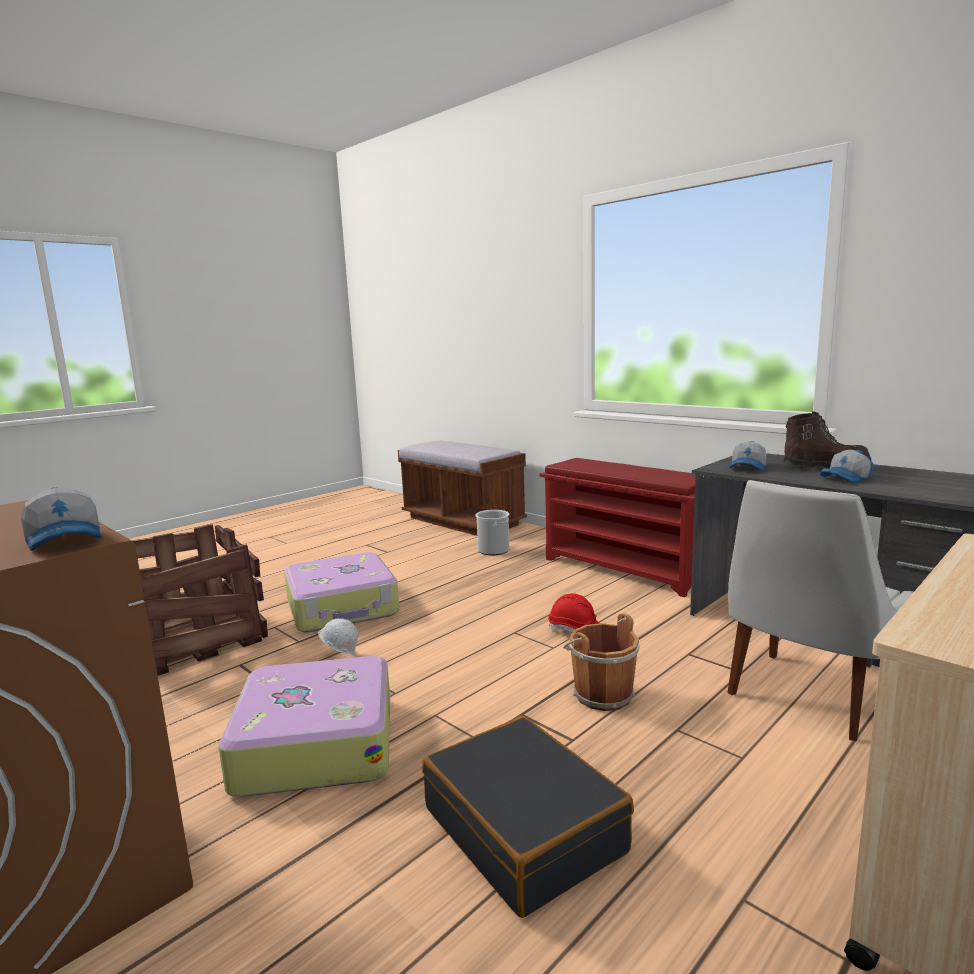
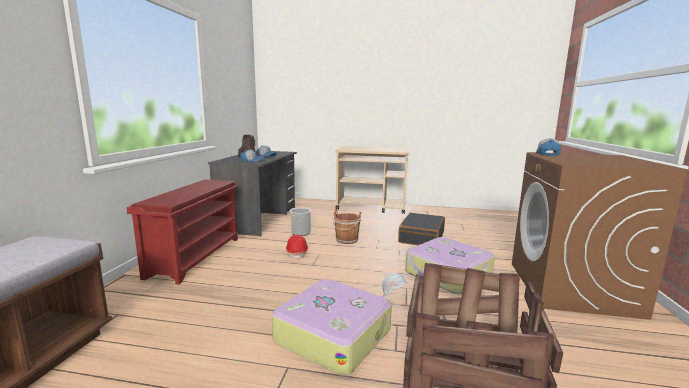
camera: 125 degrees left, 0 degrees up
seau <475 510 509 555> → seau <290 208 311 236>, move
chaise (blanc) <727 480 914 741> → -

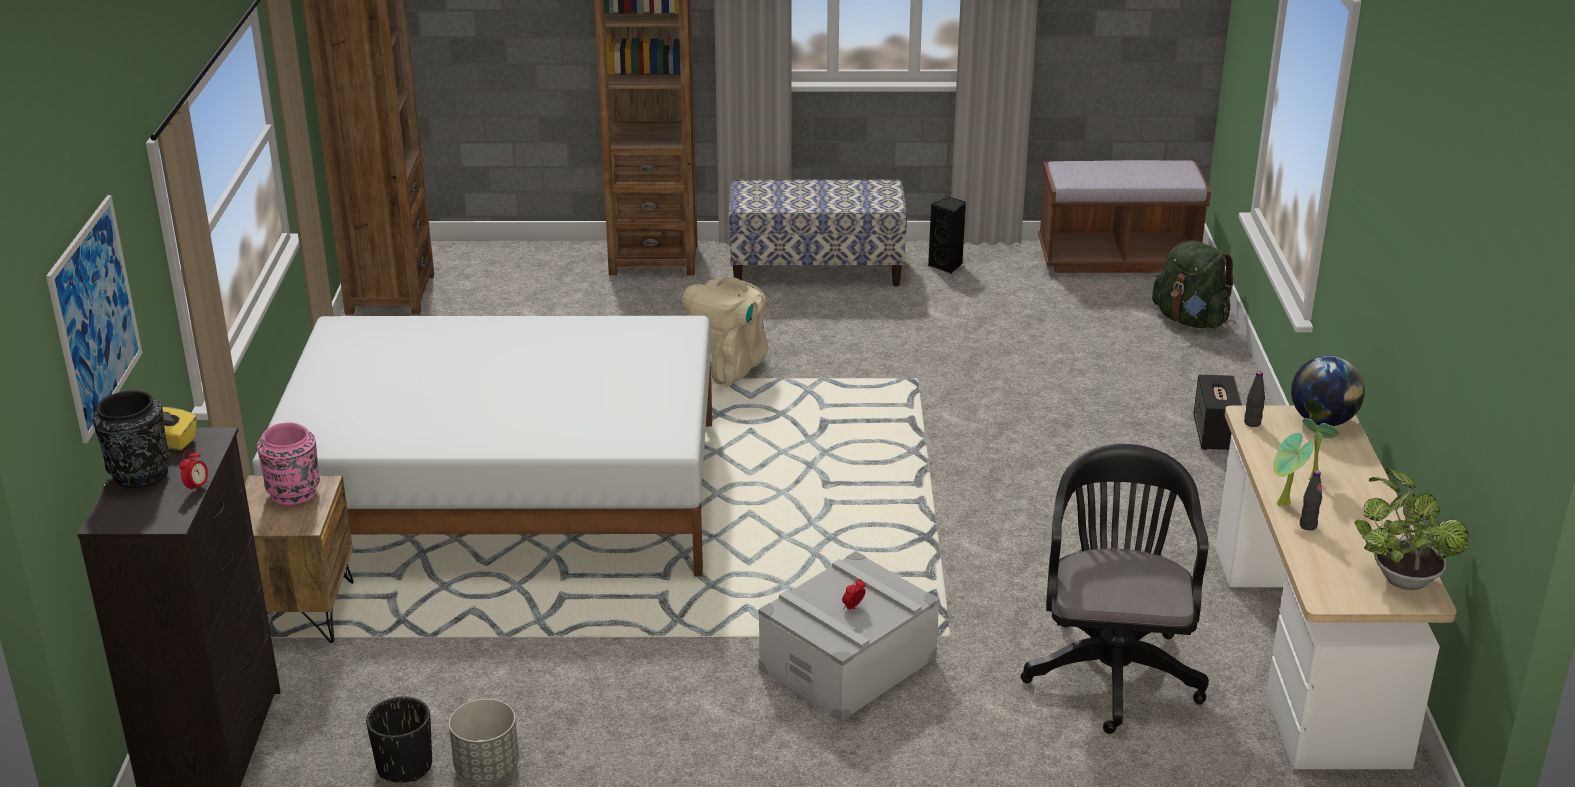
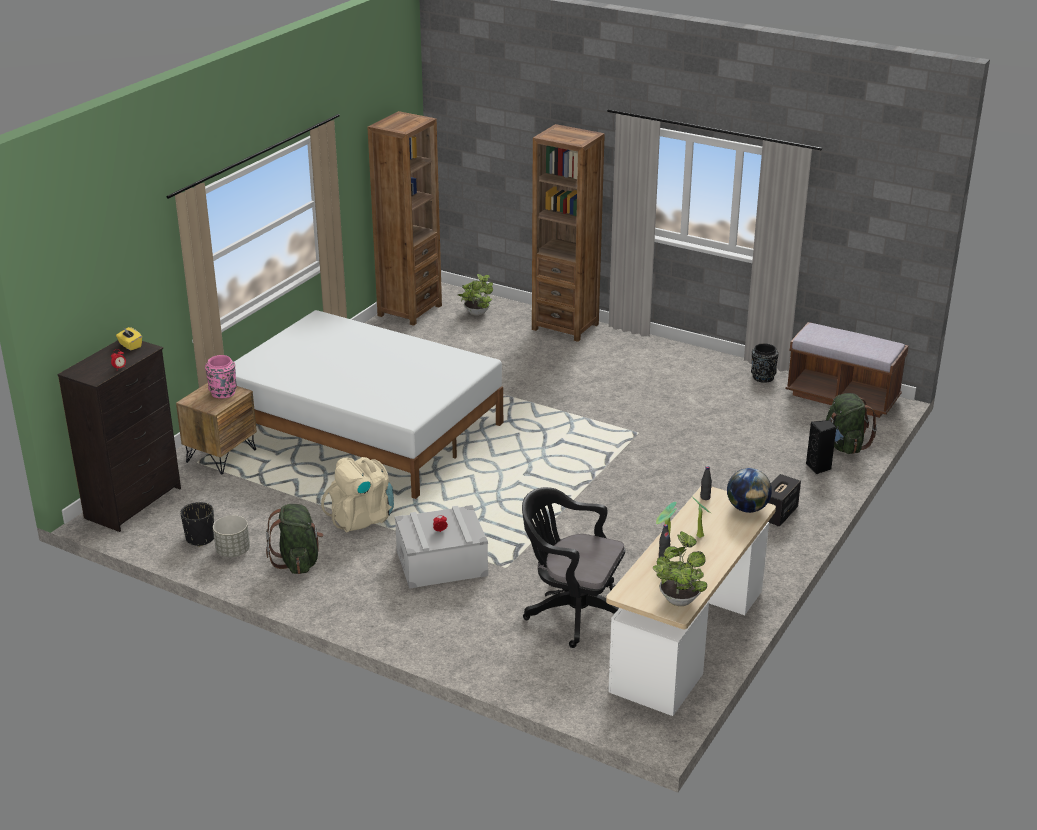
camera: 30 degrees right, 0 degrees up
- → sac à dos (vert) <266 504 323 574>
sac à dos (beige) <682 277 768 387> → sac à dos (beige) <321 457 394 532>, move
- → plante en pot <458 274 493 315>
chaise de bureau (noir) <1021 444 1209 734> → chaise de bureau (noir) <522 487 625 648>, 105 degrees counterclockwise
vase (noir) <92 390 170 488> → vase (noir) <751 343 779 383>, move
enceinte (noir) <928 197 966 274> → enceinte (noir) <806 420 836 474>, move
tableau <46 195 142 443> → -
banc <728 179 907 286> → -

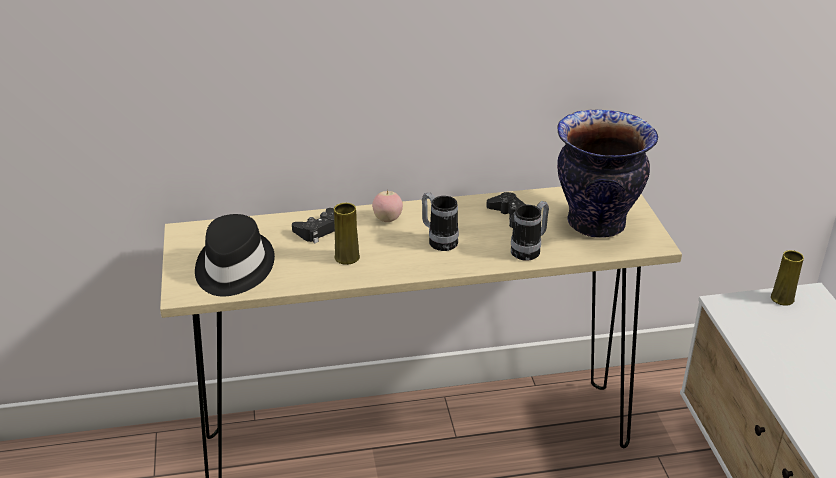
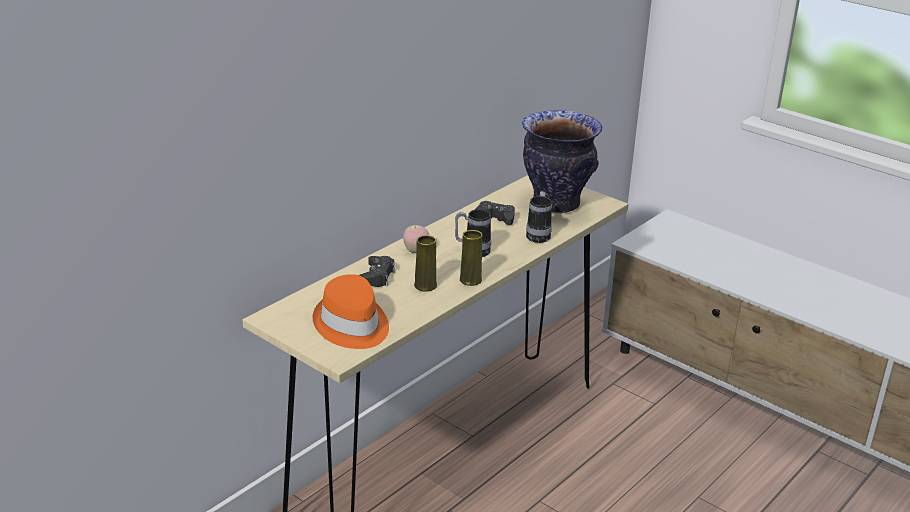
camera: 40 degrees left, 5 degrees down
chapeau (noir) <195 214 275 297> → chapeau (orange) <313 274 389 349>
vase (jaune) <771 250 804 306> → vase (jaune) <460 230 482 286>, move

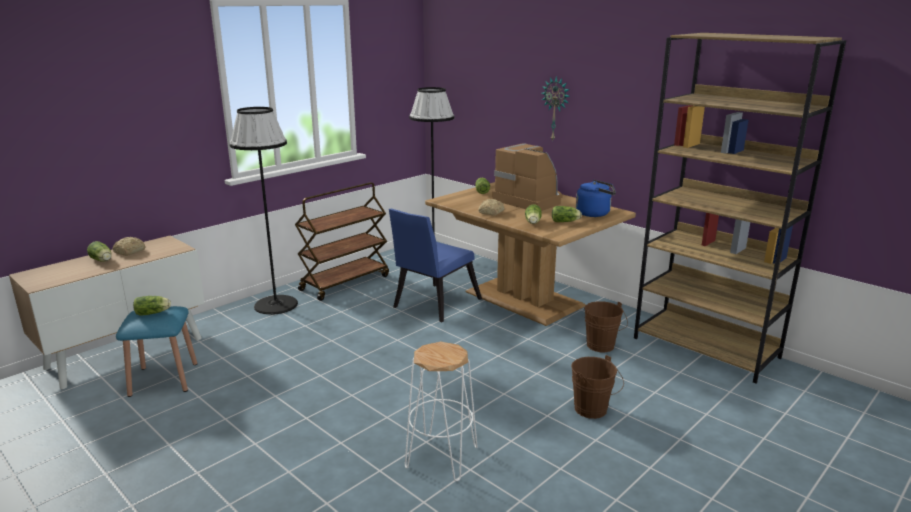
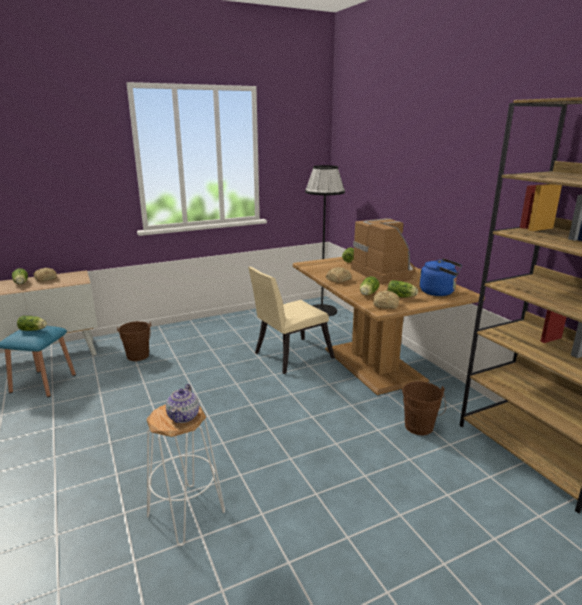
camera: 20 degrees right, 0 degrees up
seau (marron) <571 355 624 419> → seau (marron) <117 321 151 361>, move
- → théière <166 384 199 423>
chaise (bleu) <389 209 482 322> → chaise (beige) <248 267 335 374>
- → pain <373 290 399 309>
lampadaire (noir) <230 107 298 315> → -
chariot (marron) <295 182 389 301> → -
horloge murale <541 76 570 140> → -

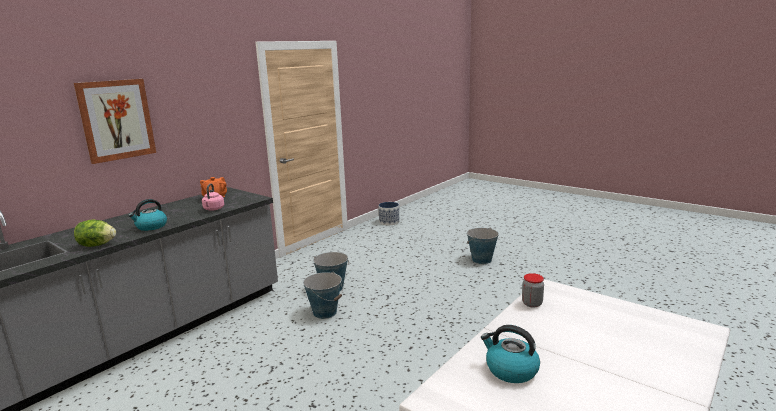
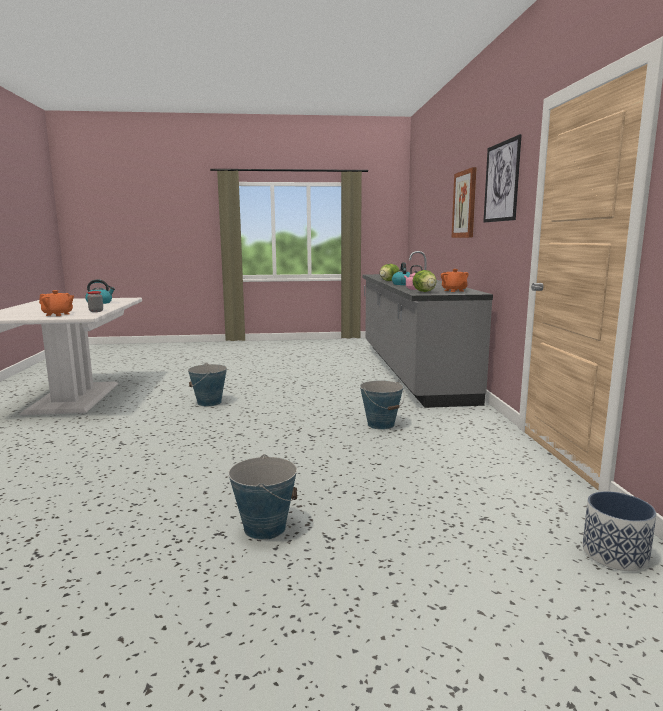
camera: 135 degrees right, 5 degrees down
- → théière (orange) <39 290 74 316>
seau <303 272 343 319> → seau <188 363 227 406>, move
- → laitue <413 270 437 292>
- → tableau <483 134 522 223>

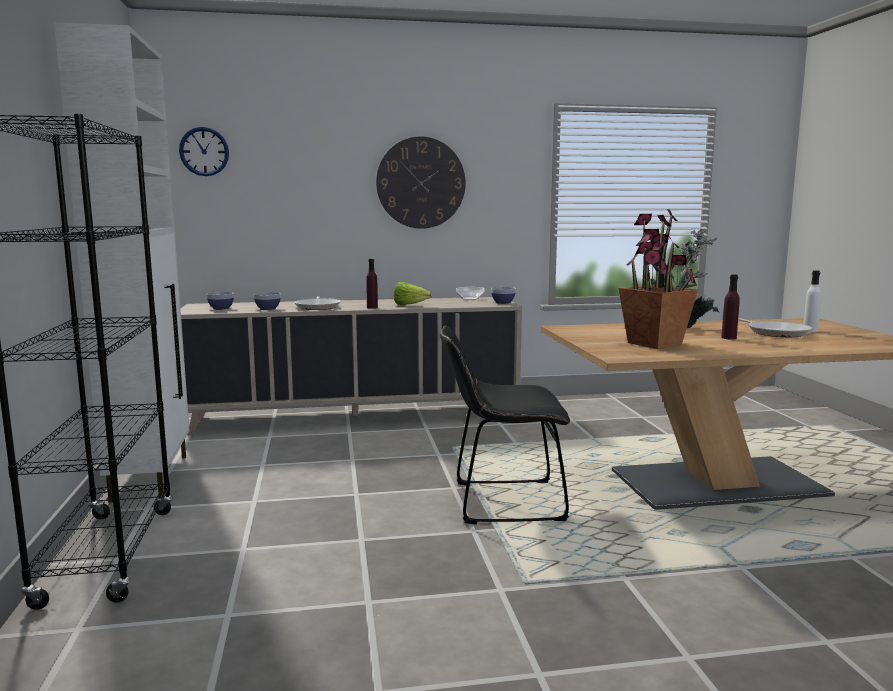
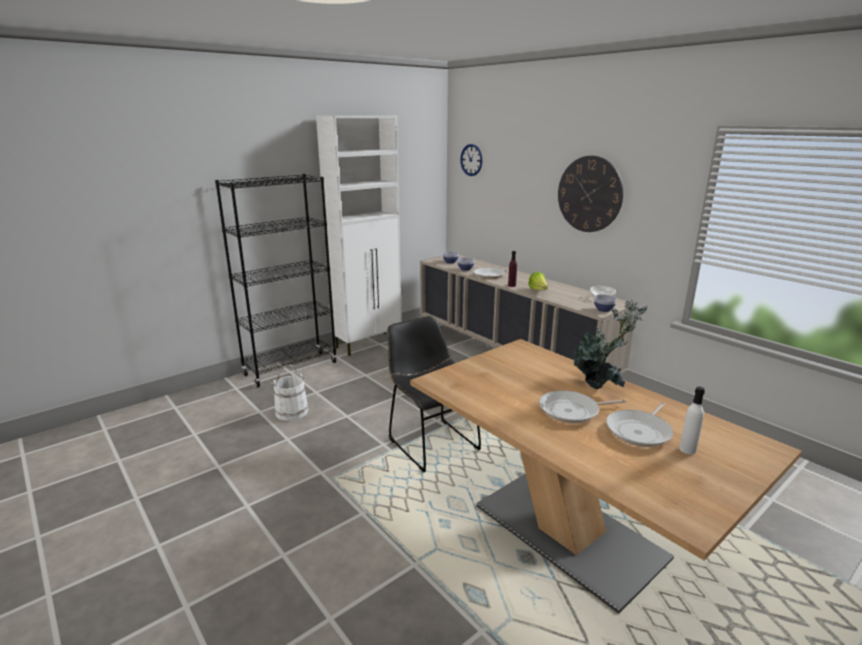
camera: 60 degrees right, 10 degrees up
- → seau (blanc) <271 365 308 421>
bouteille (violet) <722 274 740 340> → poêle <539 390 626 423>
plante en pot <619 209 698 349> → -

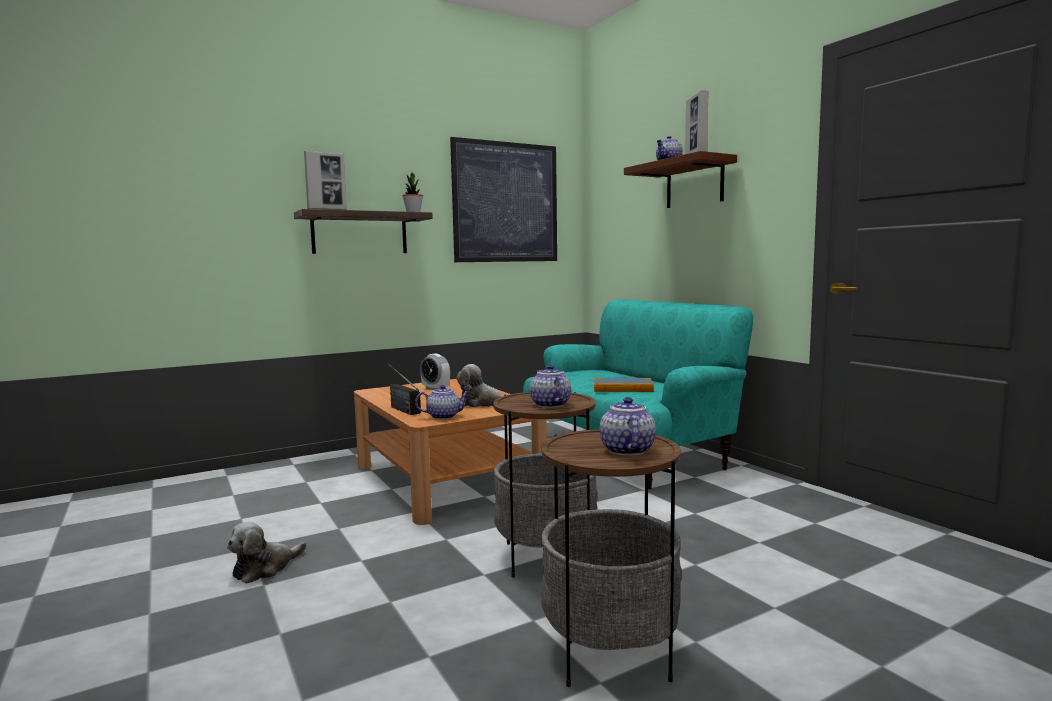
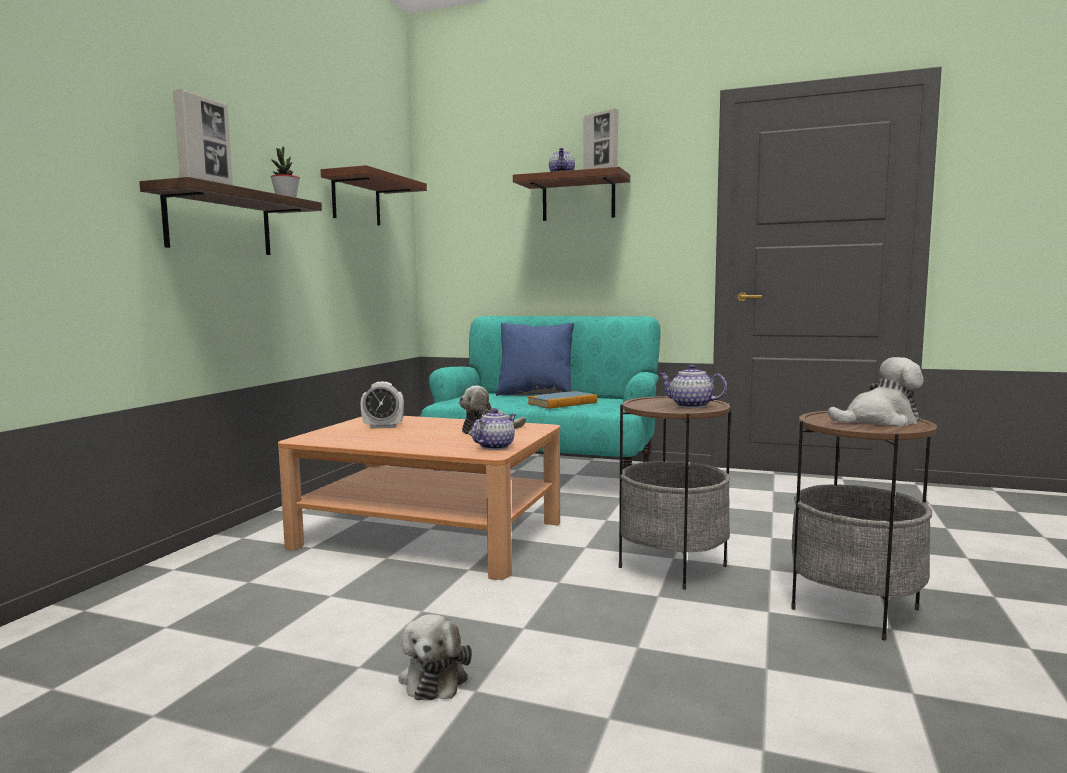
camera: 40 degrees left, 0 degrees up
tableau <450 137 557 262> → étagère (marron) <320 165 427 226>
- → coussin (bleu) <496 323 574 396>
théière <599 397 656 456> → peluche <828 357 924 426>
radio <388 364 421 415> → -

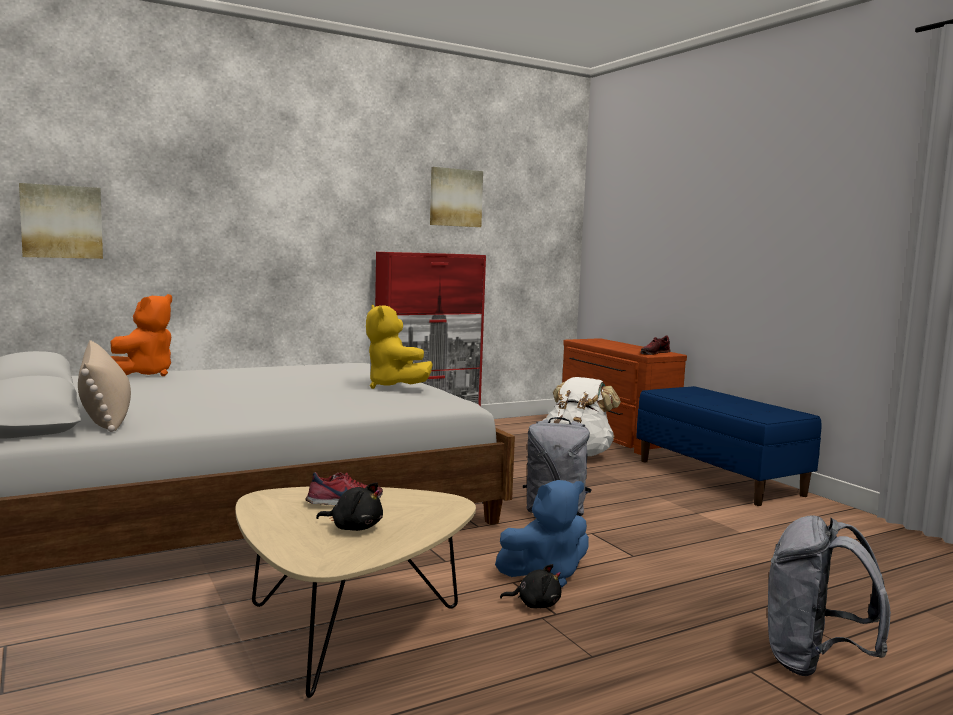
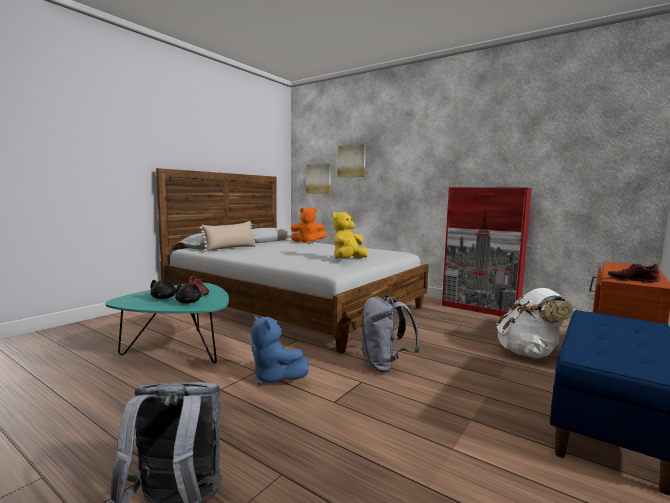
camera: 65 degrees right, 0 degrees up
table basse (beige) <235 486 476 698> → table basse (turquoise) <106 283 229 364>
peluche (noir) <500 564 562 608> → peluche (noir) <175 284 202 304>, move
tableau <430 167 483 227> → tableau <337 144 366 177>, move

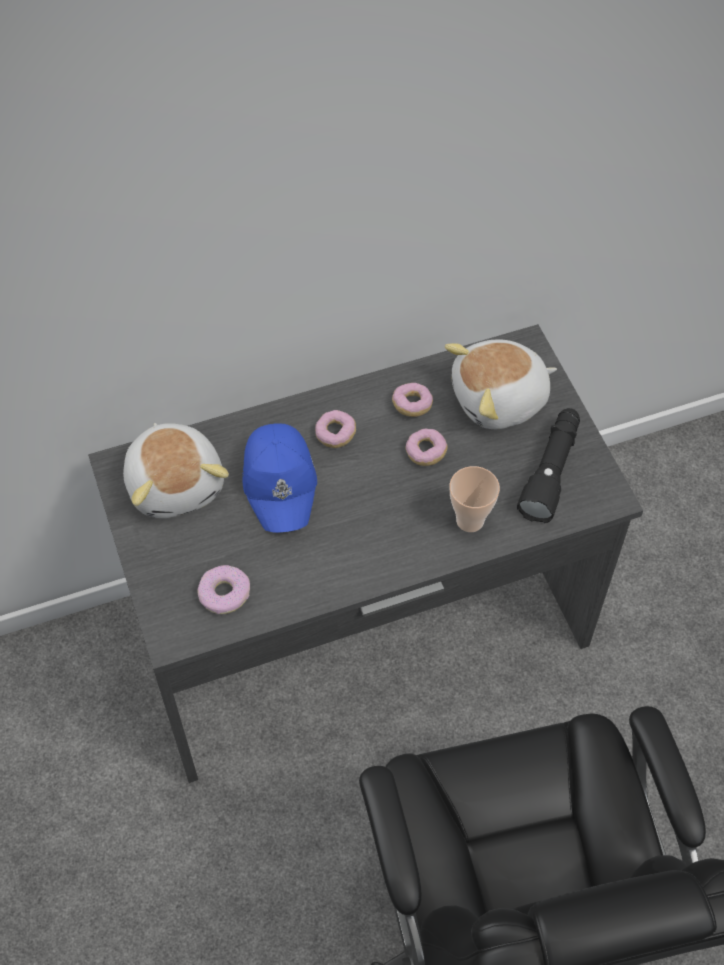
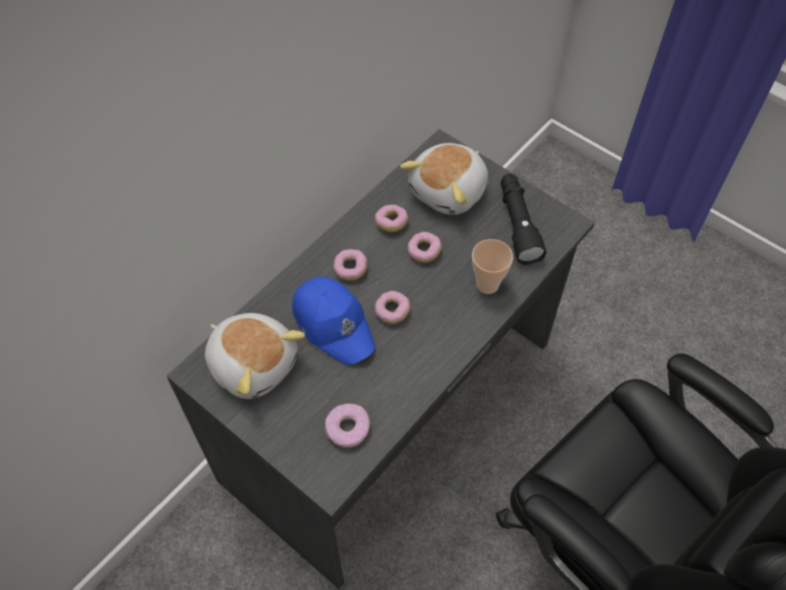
camera: 30 degrees left, 0 degrees up
- → beignet <375 291 410 324>

